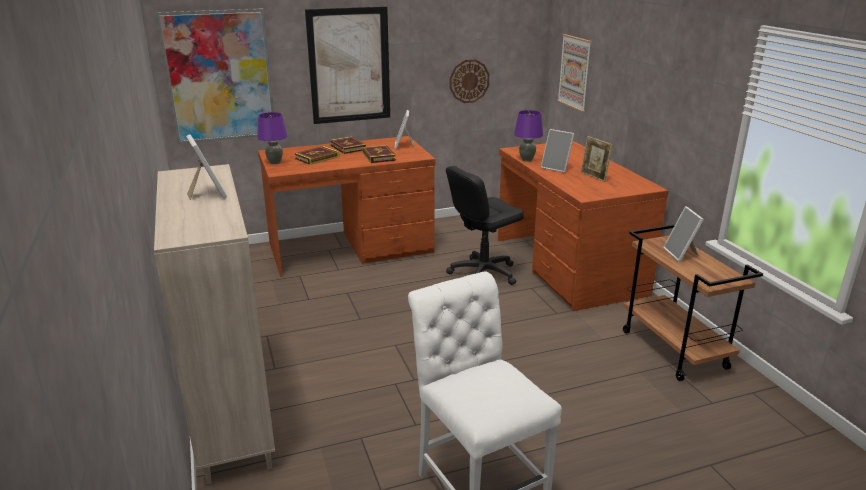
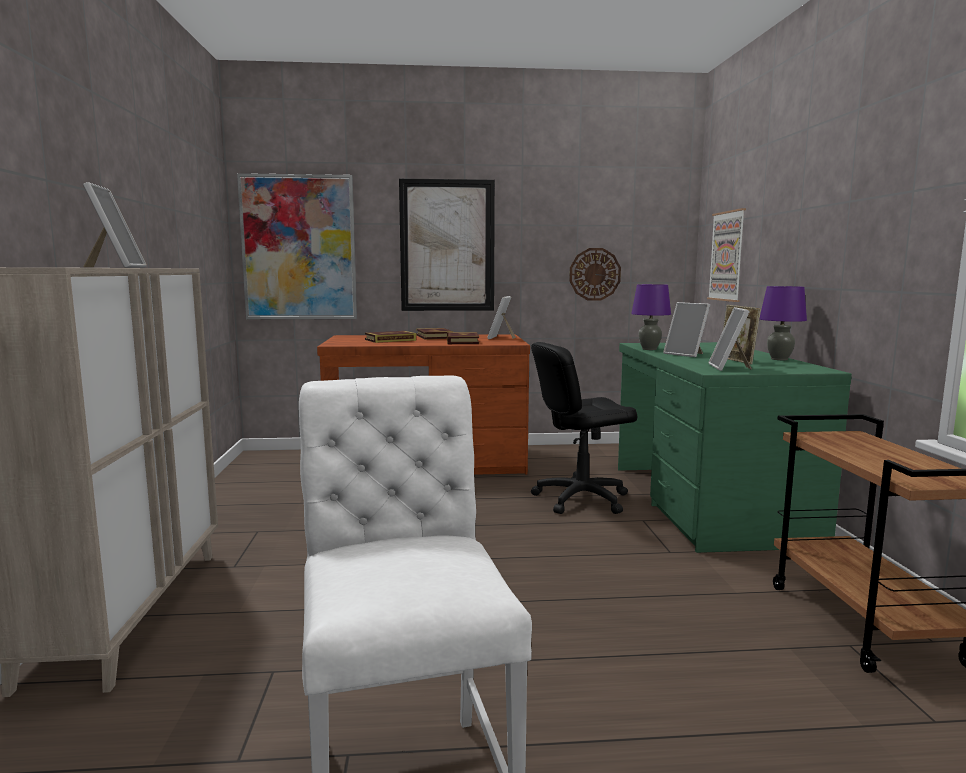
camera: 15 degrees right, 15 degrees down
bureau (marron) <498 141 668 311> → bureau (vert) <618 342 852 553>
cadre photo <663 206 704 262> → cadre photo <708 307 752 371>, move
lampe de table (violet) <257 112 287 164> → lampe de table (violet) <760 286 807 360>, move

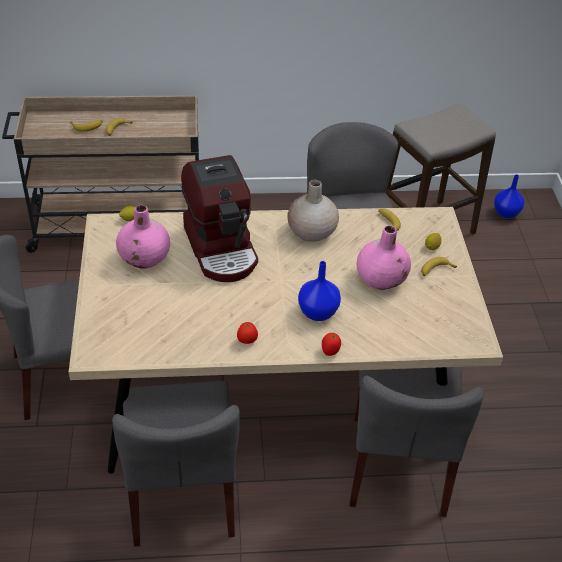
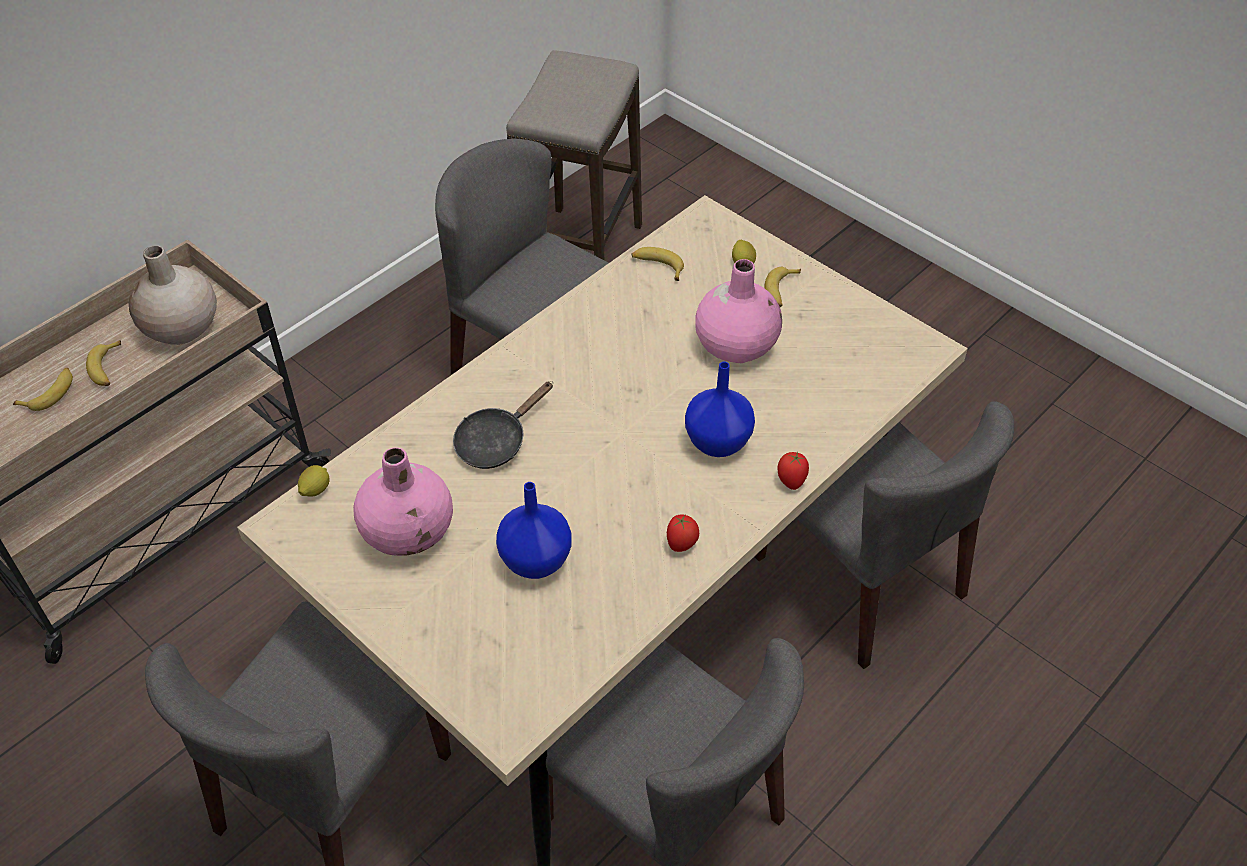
camera: 40 degrees left, 5 degrees up
vase (beige) <287 179 339 242> → vase (beige) <129 246 217 345>, move
machine à café <181 155 258 282> → poêle (noir) <453 381 553 469>
vase (bleu) <494 174 524 218> → vase (bleu) <496 482 572 579>, move

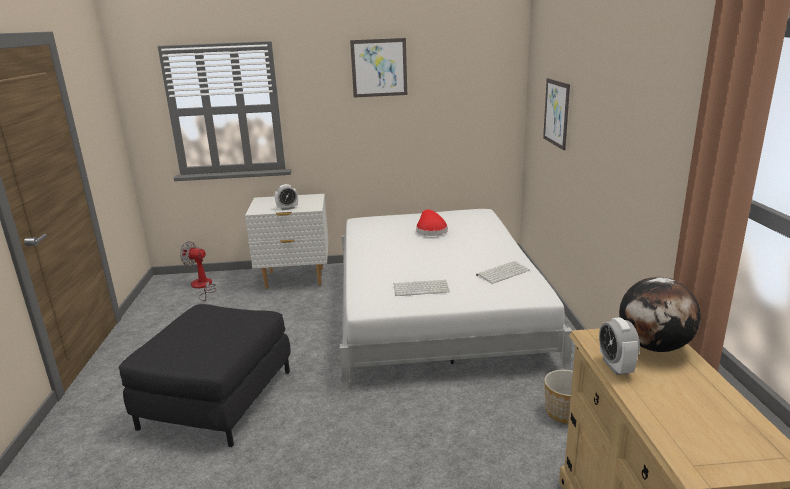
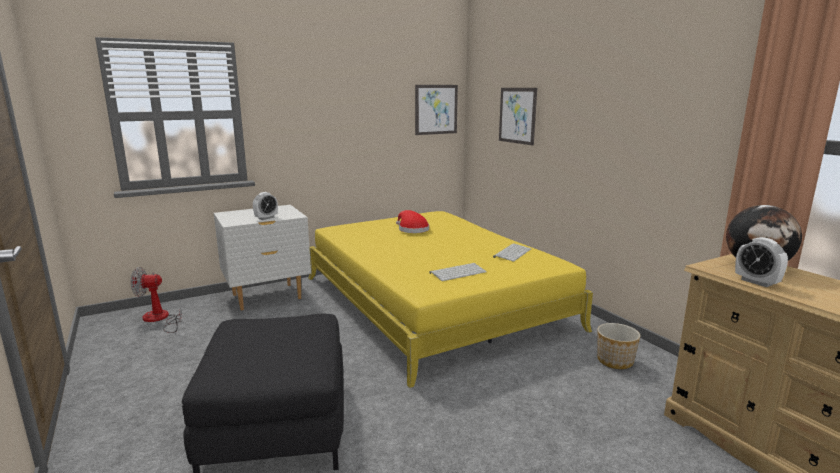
camera: 25 degrees left, 5 degrees down
lit (blanc) <340 209 572 392> → lit (jaune) <308 211 593 388>
tableau <350 38 407 97> → tableau <415 85 458 135>, move

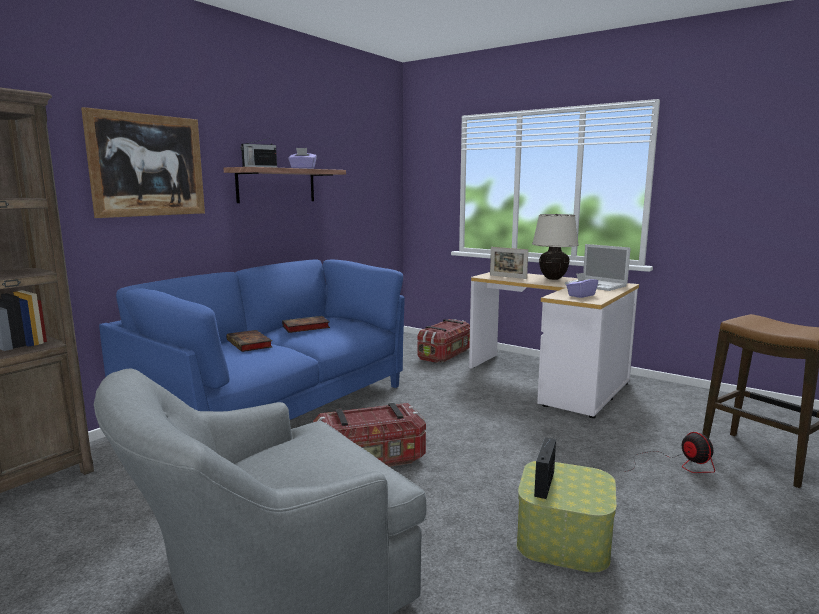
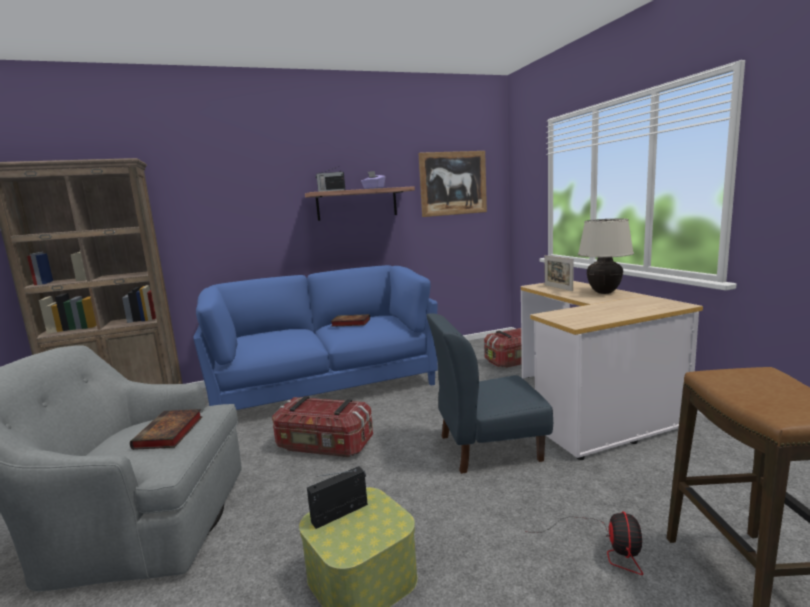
camera: 35 degrees right, 0 degrees up
livre <226 330 272 352> → livre <130 409 203 450>, move
tableau <81 107 205 218> → tableau <419 151 487 217>, move
- → chaise (bleu) <426 313 553 474>
ordinateur portable <565 244 631 291> → -
boîte à mouchoirs (violet) <566 273 598 298> → -

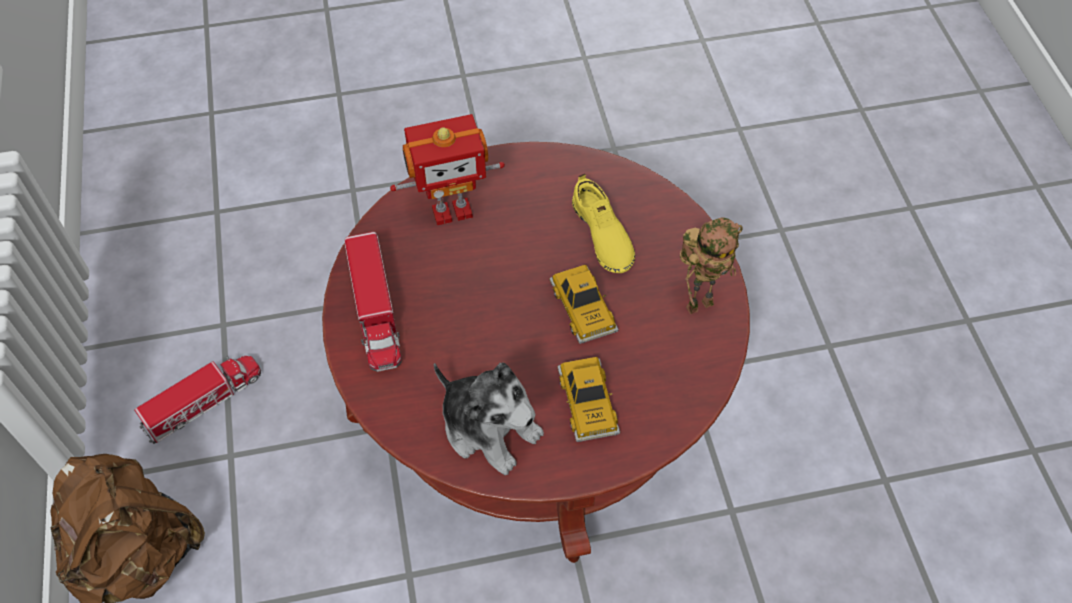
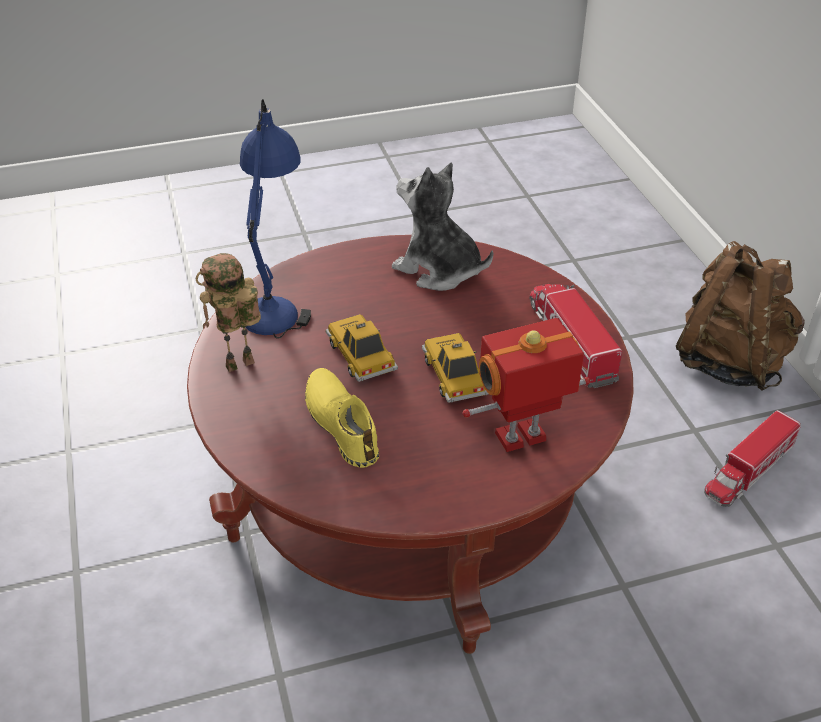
camera: 175 degrees right, 15 degrees down
- → lampe de table (bleu) <240 99 311 339>
petite voiture <557 357 620 442> → petite voiture <422 333 489 403>, move

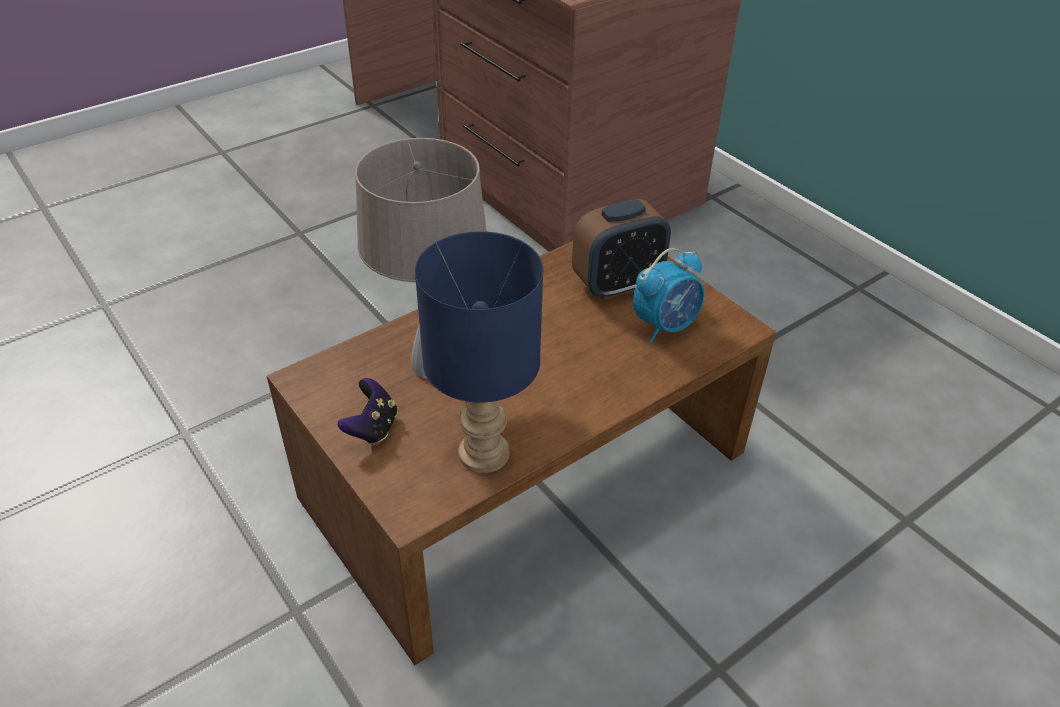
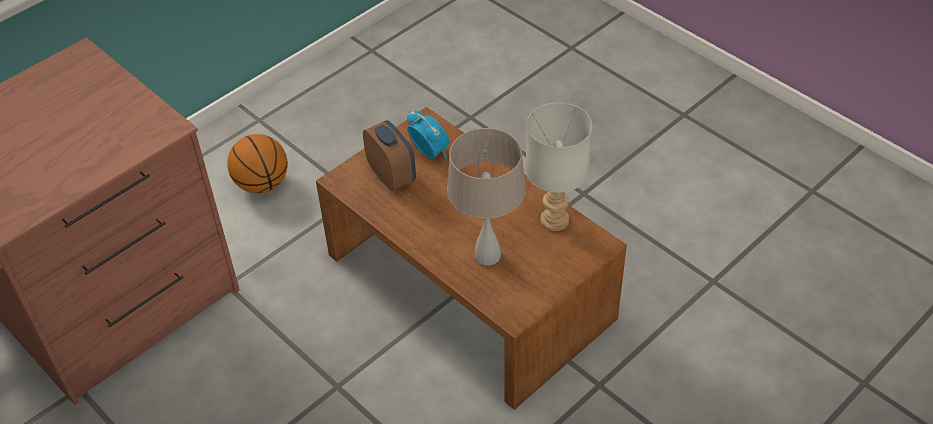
camera: 95 degrees left, 5 degrees up
- → ballon de basket <227 134 288 193>
lampe de table (bleu) <415 231 544 473> → lampe de table (gris) <526 102 592 231>
manette <338 378 398 445> → -

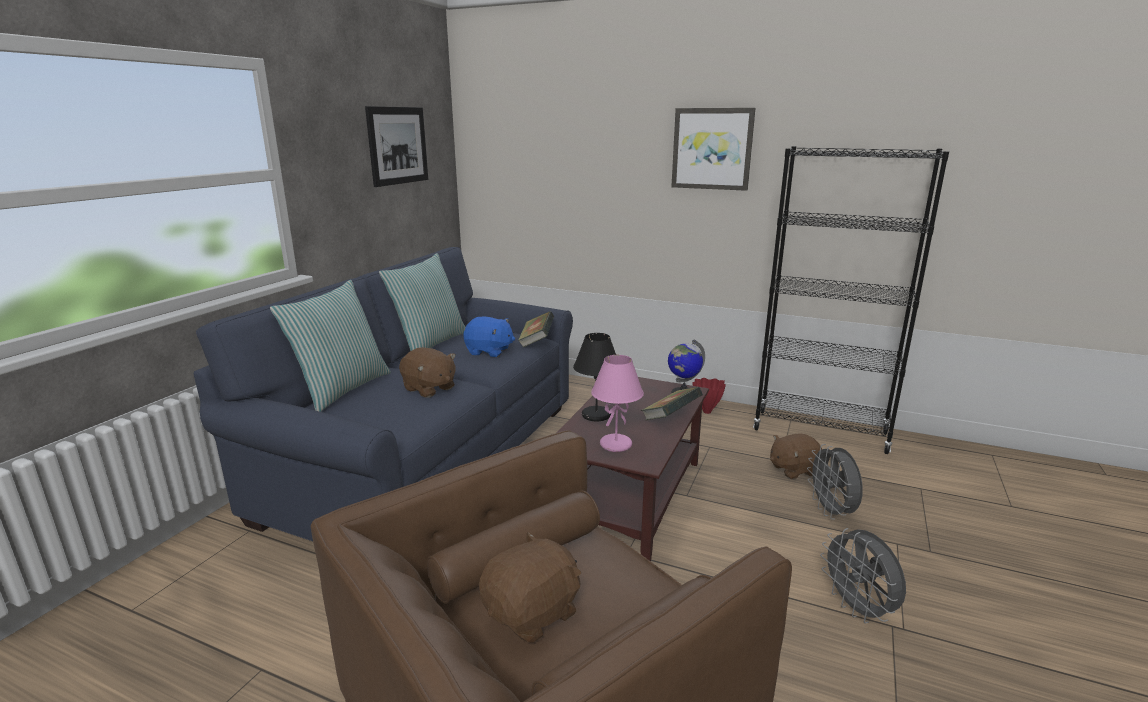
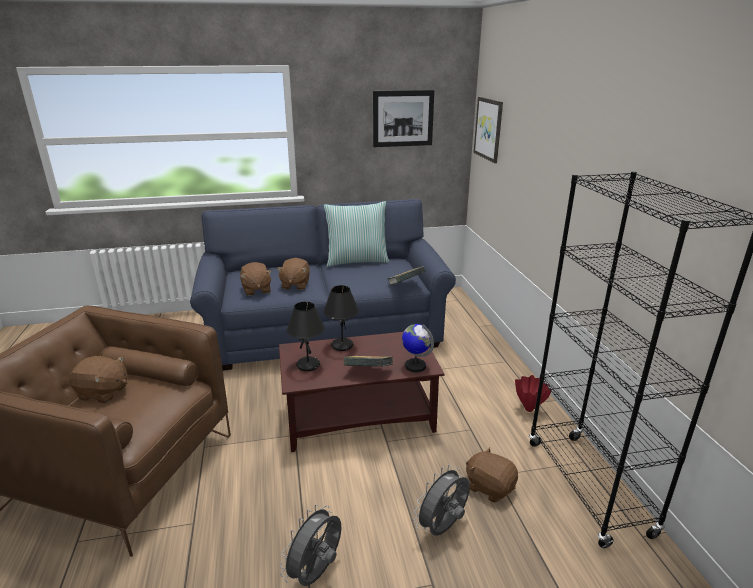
camera: 55 degrees right, 5 degrees up
- → peluche (marron) <240 262 272 296>
lampe de table (rose) <591 355 644 452> → lampe de table (noir) <287 302 325 371>
tableau <671 108 755 191> → tableau <474 97 503 163>, move
coussin <270 280 391 412> → -
peluche (bleu) <463 317 515 357> → -

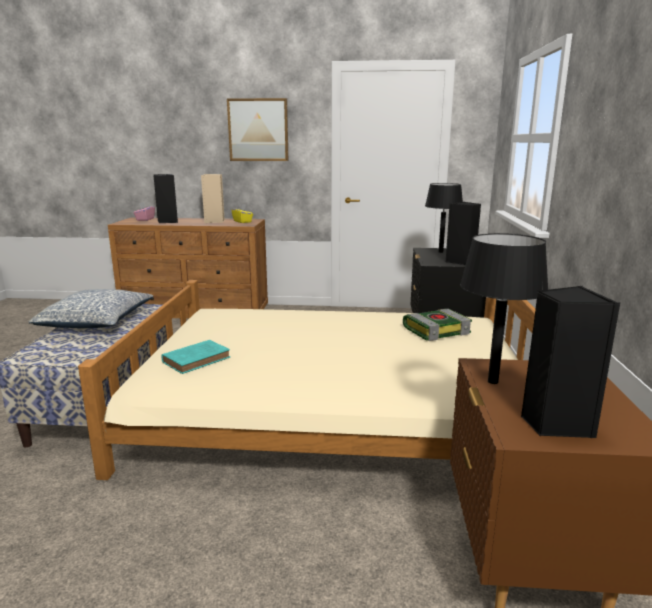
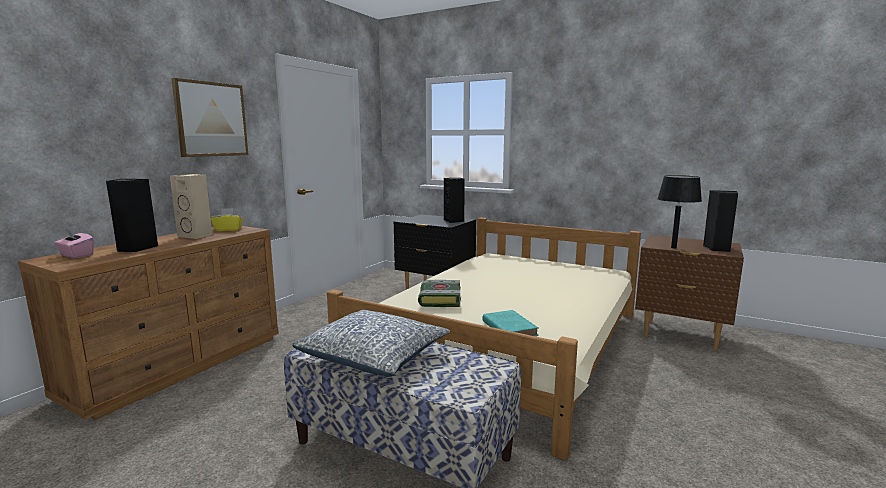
camera: 65 degrees left, 5 degrees down
livre <403 309 472 341> → livre <418 280 461 307>, move
lampe de table (noir) <425 183 463 253> → -

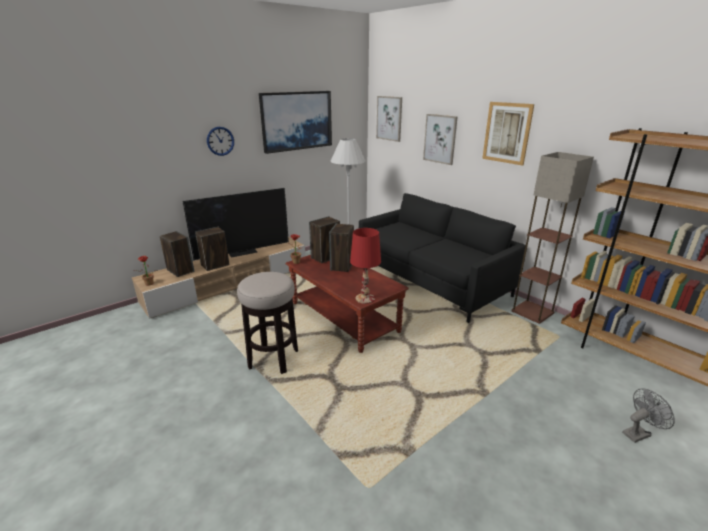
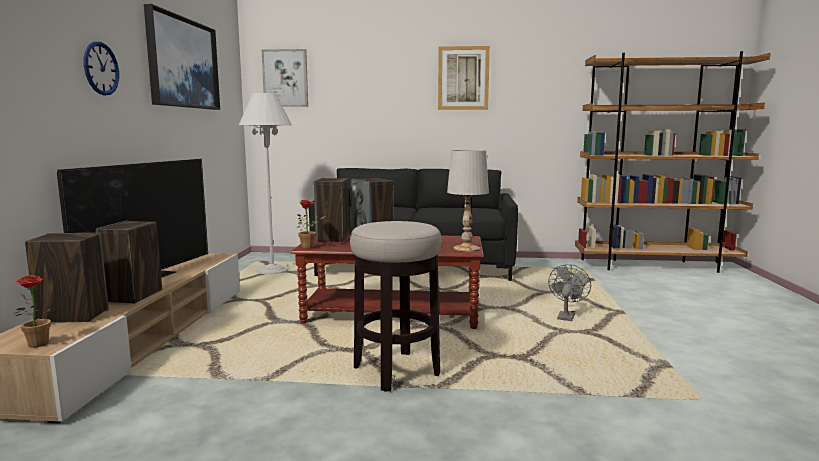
camera: 45 degrees left, 15 degrees down
lampe de table (rouge) <350 228 381 304> → lampe de table (blanc) <447 150 489 252>
ventilateur (gris) <622 388 675 443> → ventilateur (gris) <548 264 591 321>, move
tableau <423 114 458 165> → -
lampadaire <512 152 594 324> → -

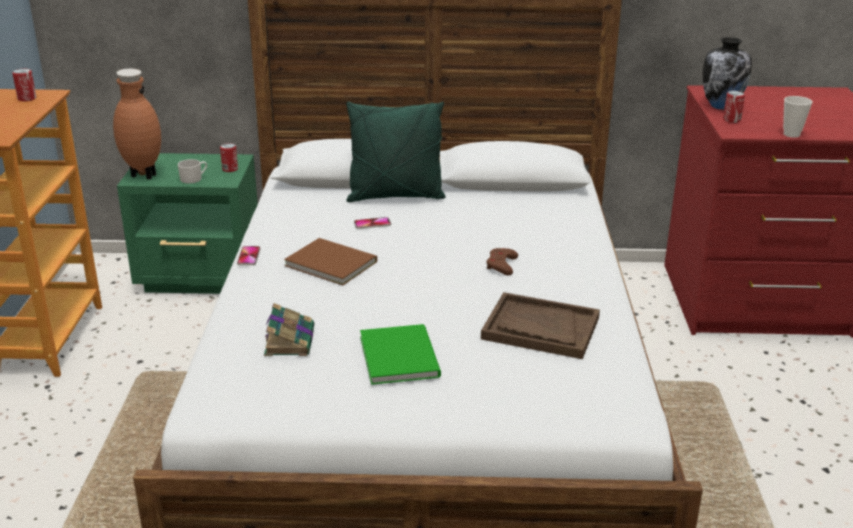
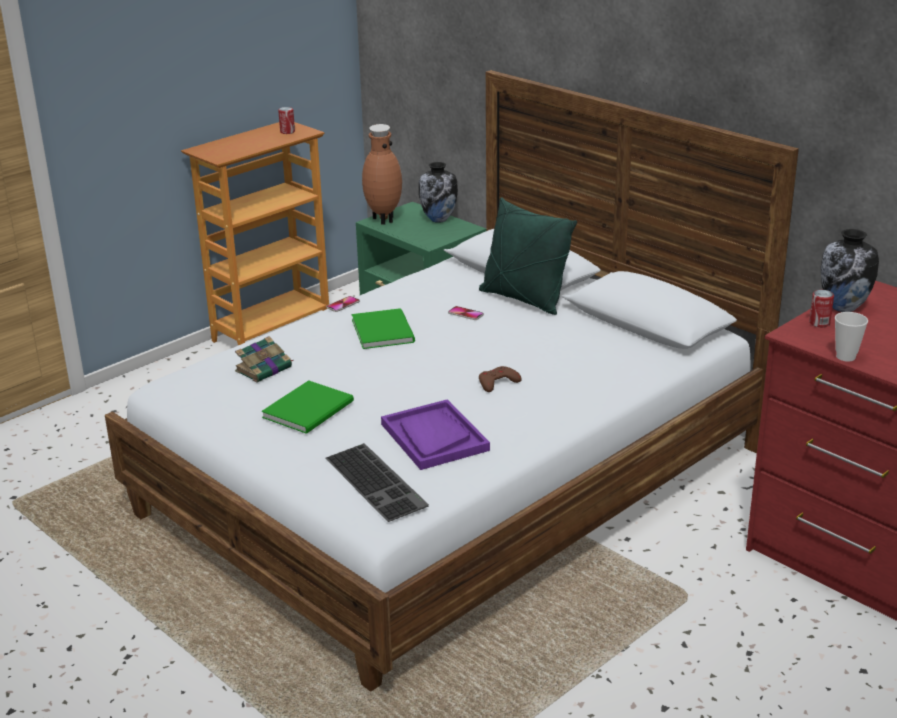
camera: 45 degrees right, 0 degrees up
- → clavier <326 443 429 522>
livre (marron) <284 238 377 285> → livre (vert) <352 308 415 349>
plateau (marron) <481 292 600 359> → plateau (violet) <381 399 490 470>
- → vase <419 162 458 223>
mug (blanc) <178 159 207 184> → -
boîte métallique <220 143 238 172> → -

